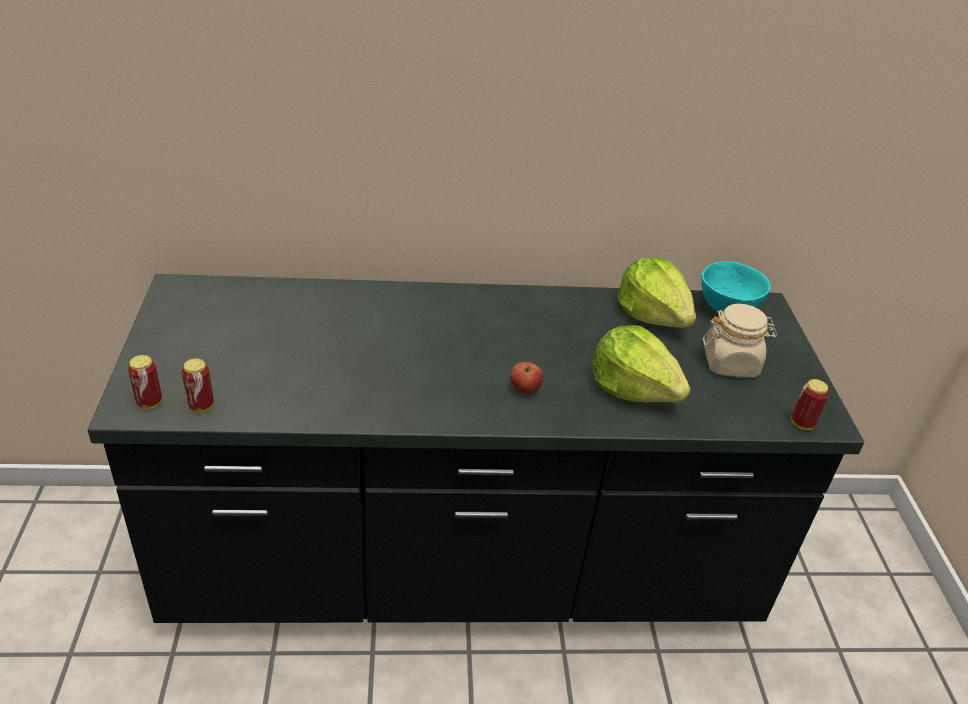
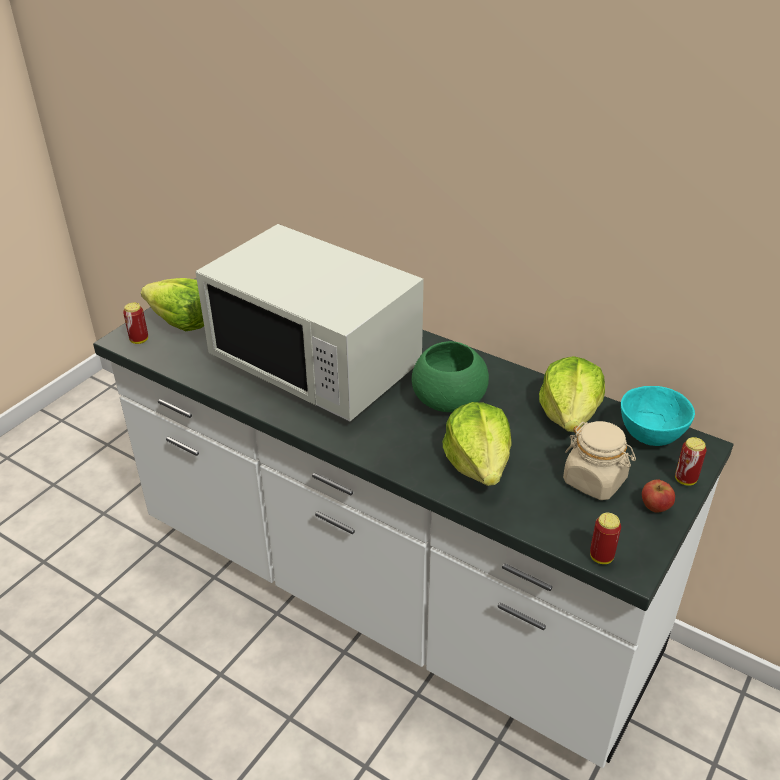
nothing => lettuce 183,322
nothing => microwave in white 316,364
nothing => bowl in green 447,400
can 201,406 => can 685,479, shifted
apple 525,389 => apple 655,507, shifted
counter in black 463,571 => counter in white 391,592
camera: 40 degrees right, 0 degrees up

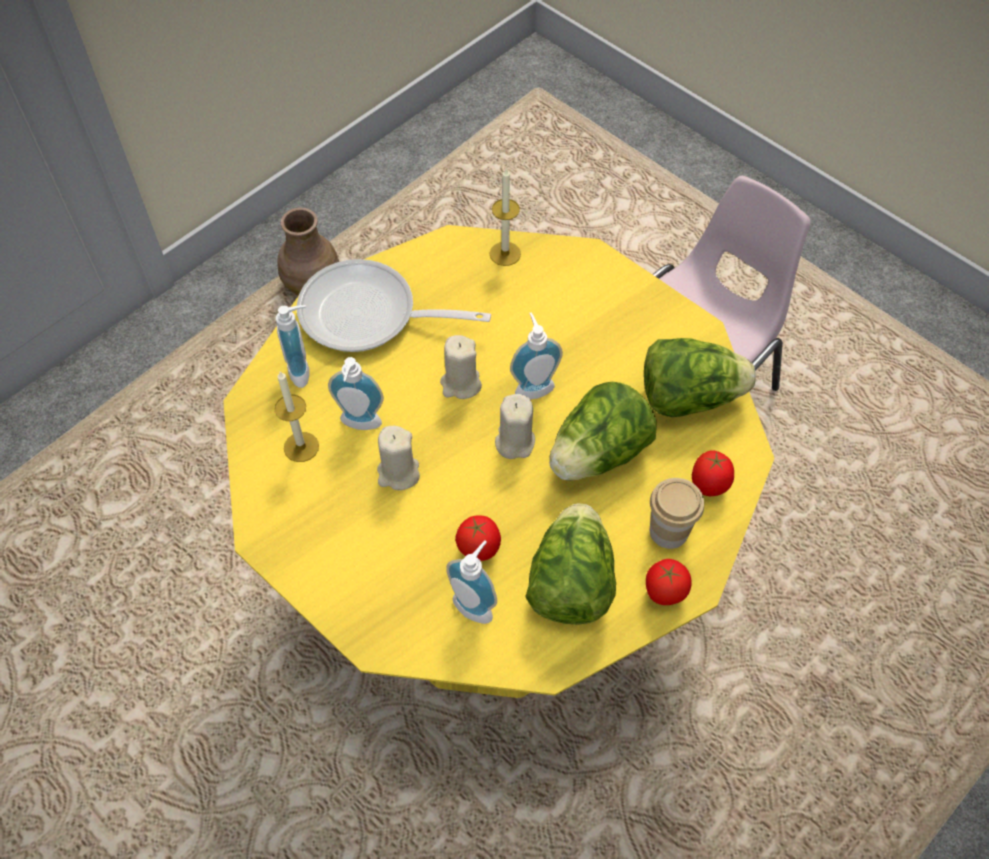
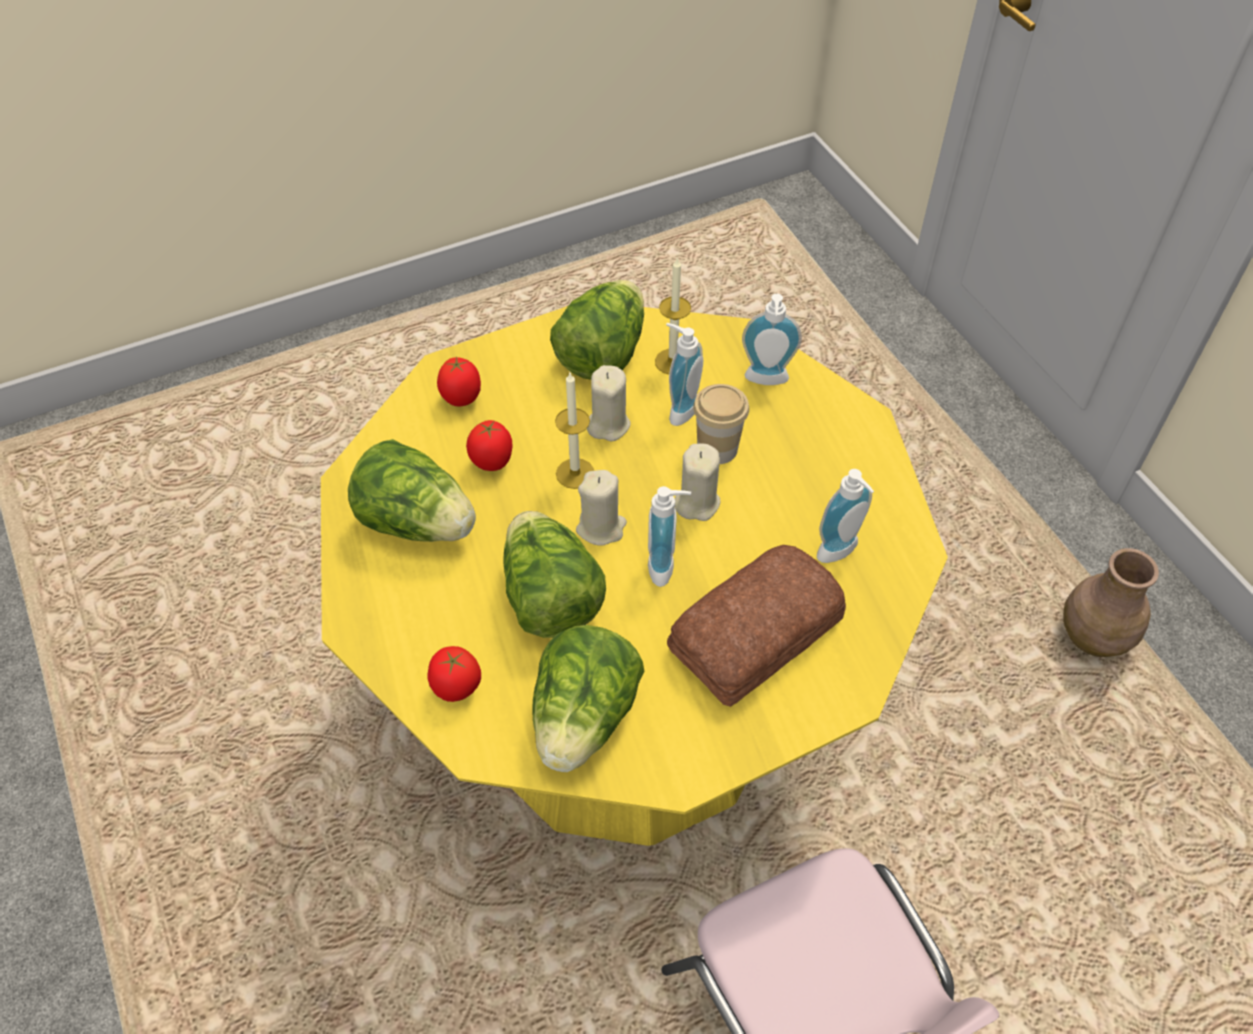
frying pan 368,316 => nothing
nothing => lettuce 602,354
nothing => bread 760,635
soap dispenser 476,604 => soap dispenser 841,553, shifted
candle 505,253 => candle 575,473, shifted
tomato 664,593 => tomato 462,399, shifted
cup 668,531 => cup 717,448, shifted
camera: 110 degrees right, 5 degrees down

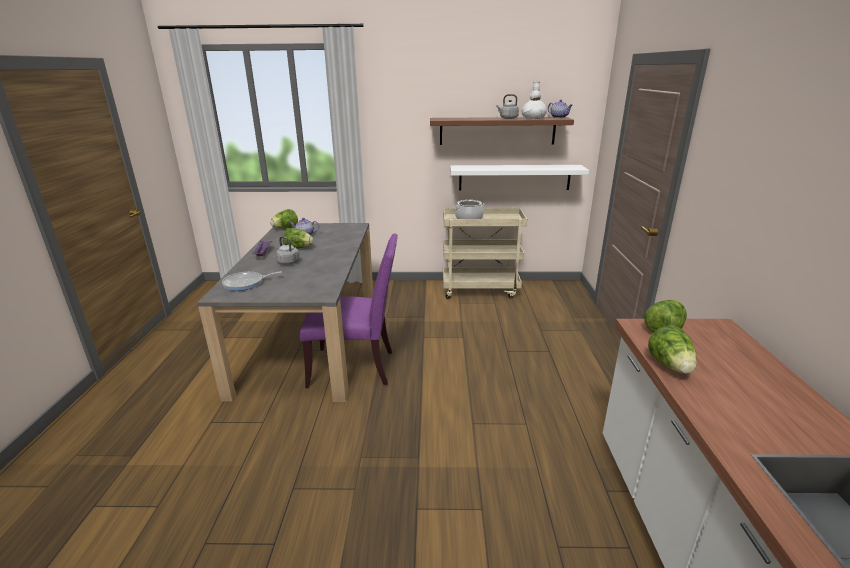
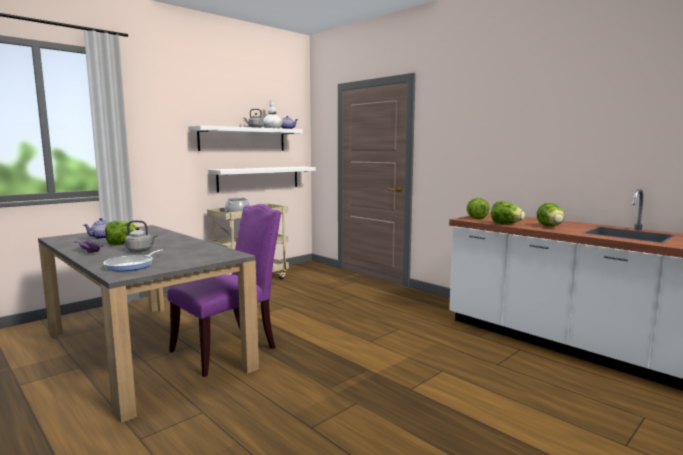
lettuce 285,228 => lettuce 551,226, shifted
shelf in brown 497,131 => shelf in white 243,139
camera: 45 degrees left, 15 degrees down

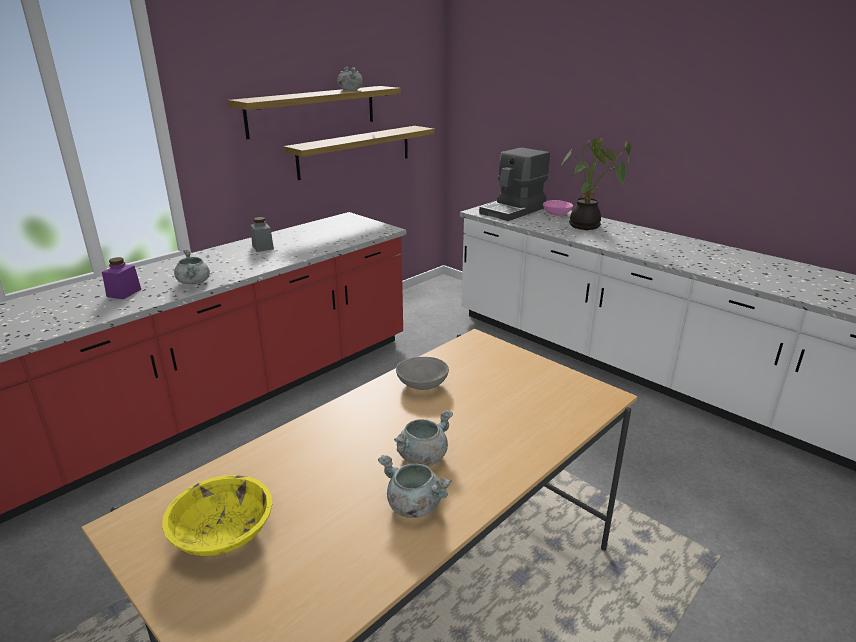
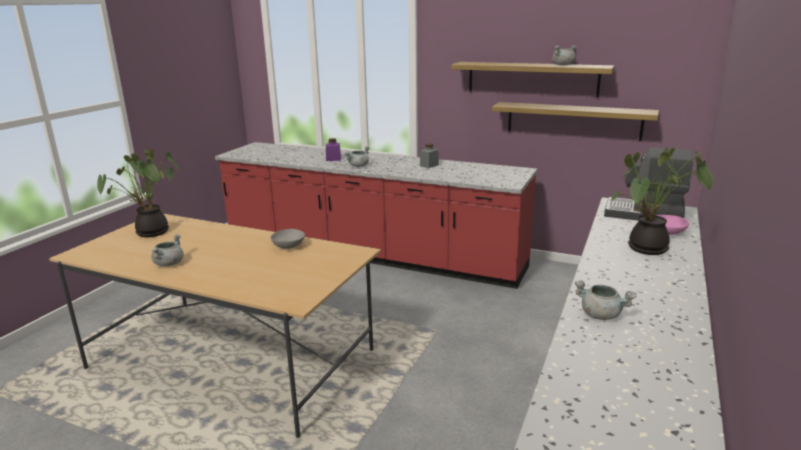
cooking pot in grey 422,456 => cooking pot in grey 601,315, shifted
bowl in yellow 223,534 => potted plant 150,233
camera: 70 degrees right, 5 degrees down

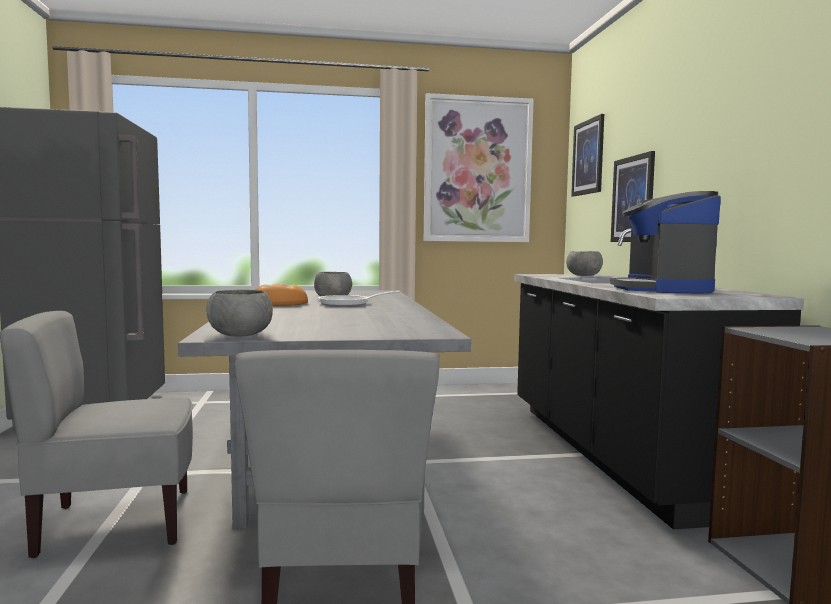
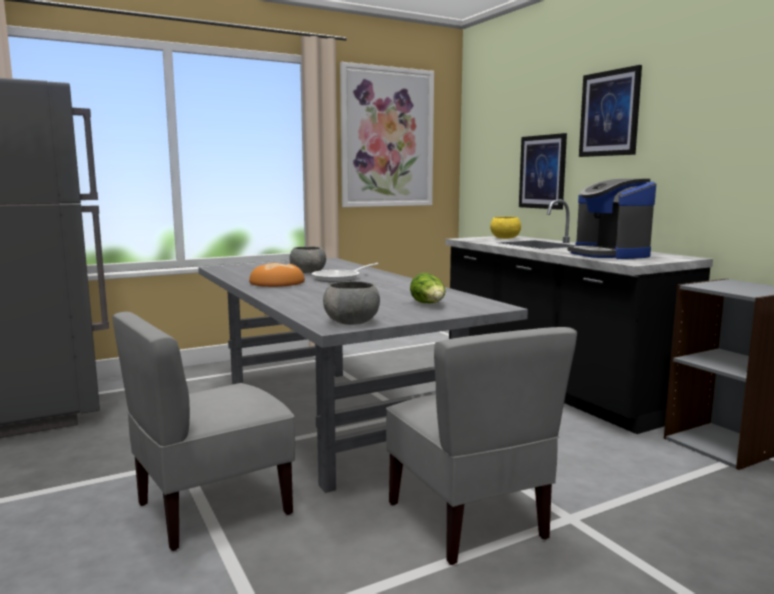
nothing => lettuce 429,304
picture 588,157 => picture 609,113, shifted
bowl in grey 584,275 => bowl in yellow 505,238
camera: 20 degrees left, 5 degrees up

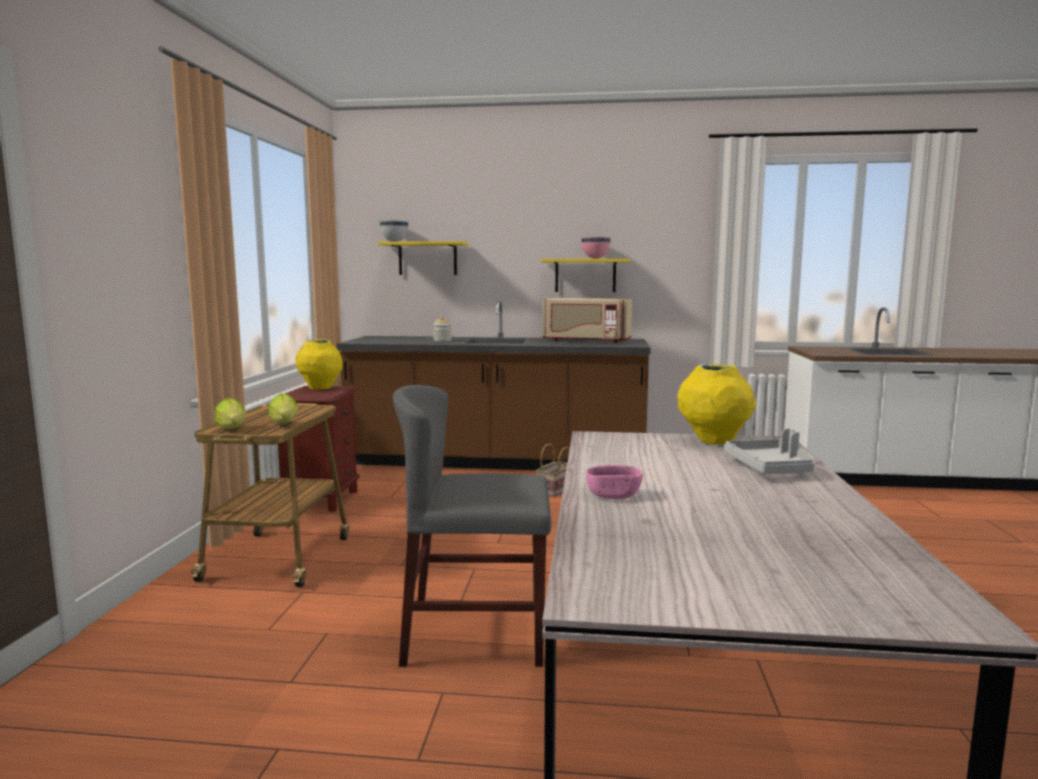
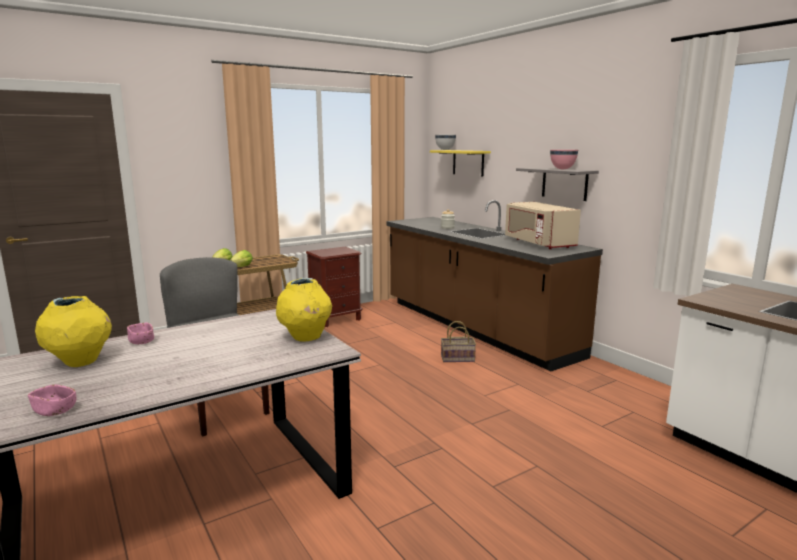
tray in grey 771,468 => nothing
nothing => bowl in pink 55,410
vase in yellow 320,388 => vase in yellow 80,362, shifted
shelf in yellow 585,275 => shelf in grey 564,183
camera: 50 degrees right, 5 degrees up

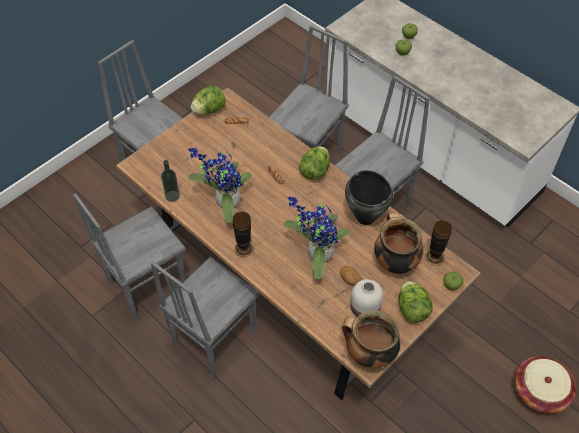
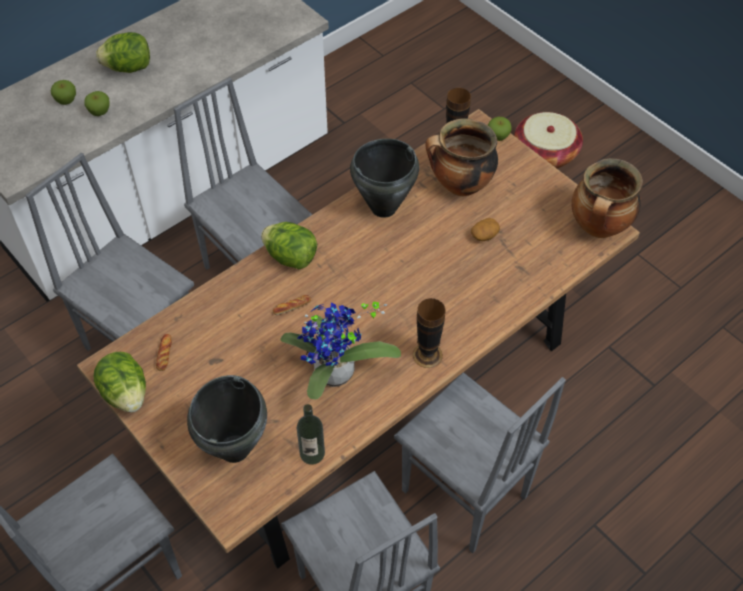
potted plant 316,254 => nothing
vase in white 365,309 => nothing
nothing => cooking pot in black 235,448
lettuce 412,309 => lettuce 128,68, shifted
camera: 85 degrees left, 0 degrees up

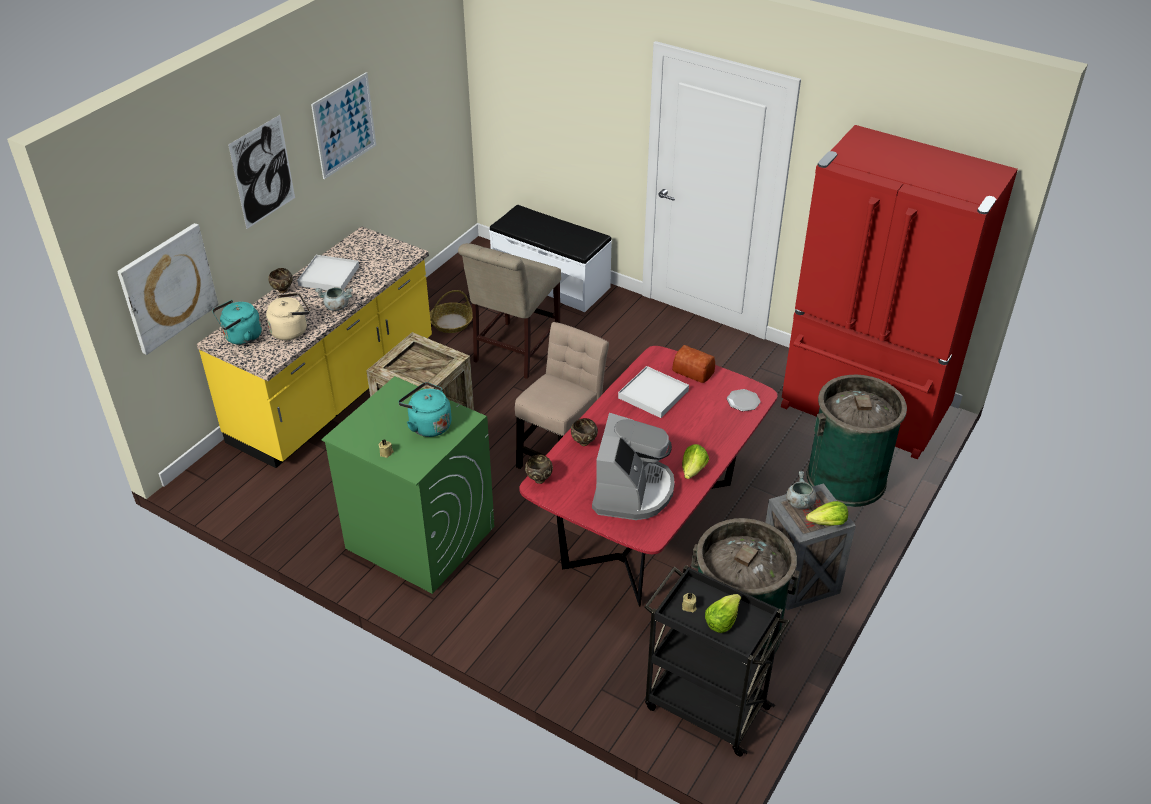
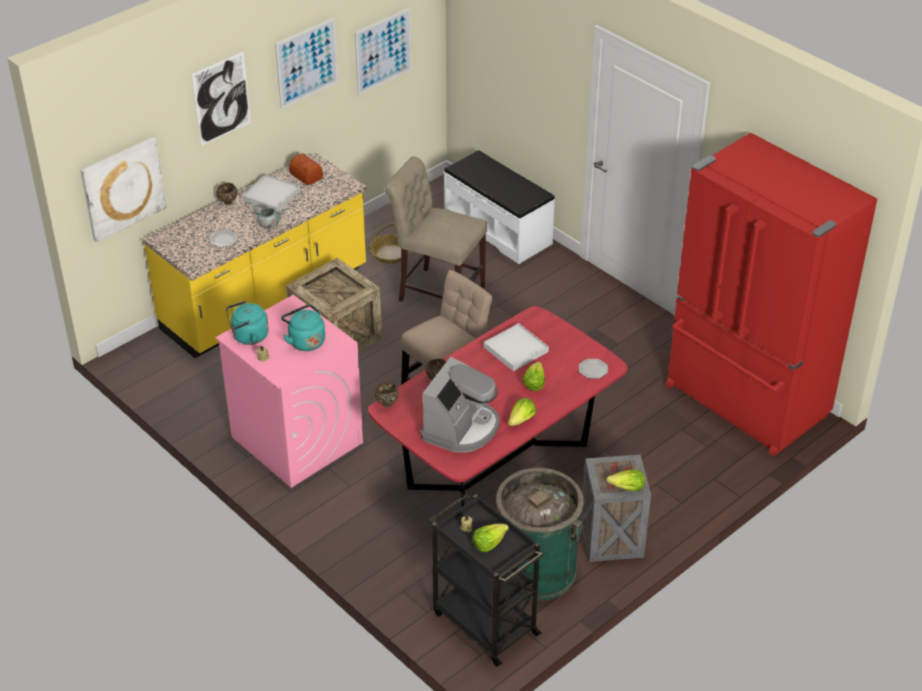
cooking pot in grey 799,502 => nothing
trash can in green 846,478 => nothing
nothing => picture 383,51
nothing => lettuce 534,383
kettle in turquoise 241,337 => kettle in turquoise 248,337, shifted
bread 693,370 => bread 306,175, shifted
kettle in beige 291,330 => plate 224,240
washing machine in green 419,537 => washing machine in pink 296,439
chair in beige 513,353 => chair in beige 437,291, 75 degrees clockwise
camera: 15 degrees right, 0 degrees up

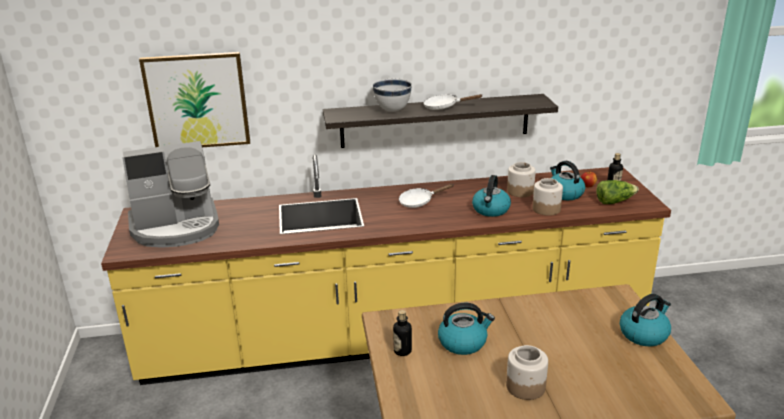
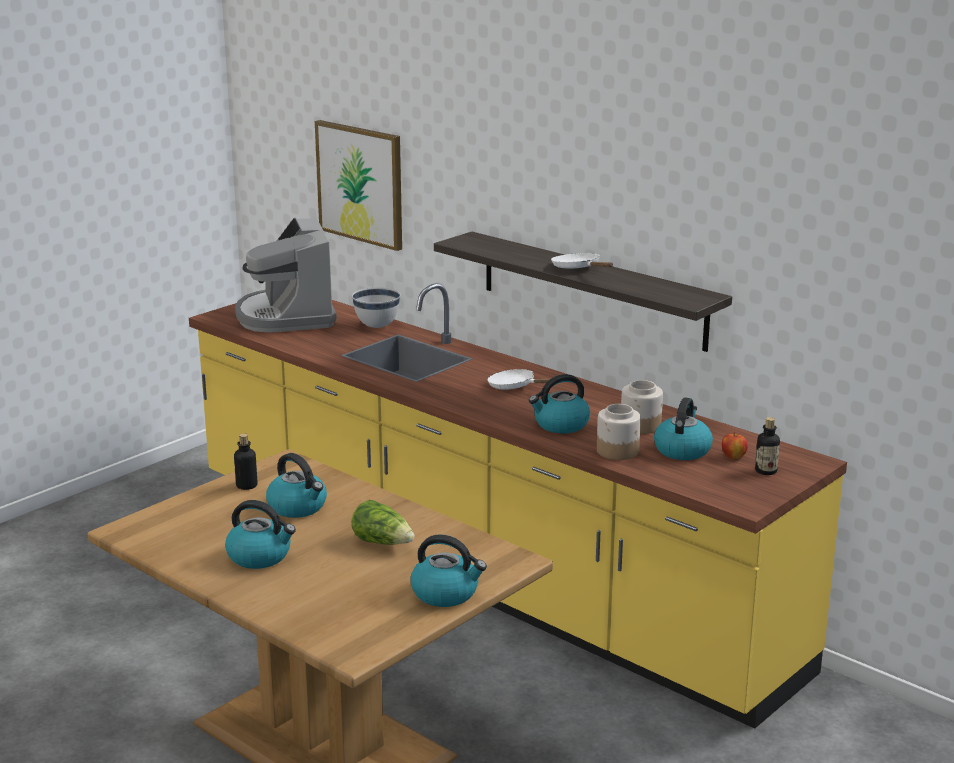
bowl in white 392,110 => bowl in white 377,326, shifted
lettuce 614,201 => lettuce 383,543, shifted
jar 525,386 => kettle 260,556
coffee machine 176,227 => coffee machine 287,316, 45 degrees clockwise
camera: 50 degrees right, 5 degrees down

